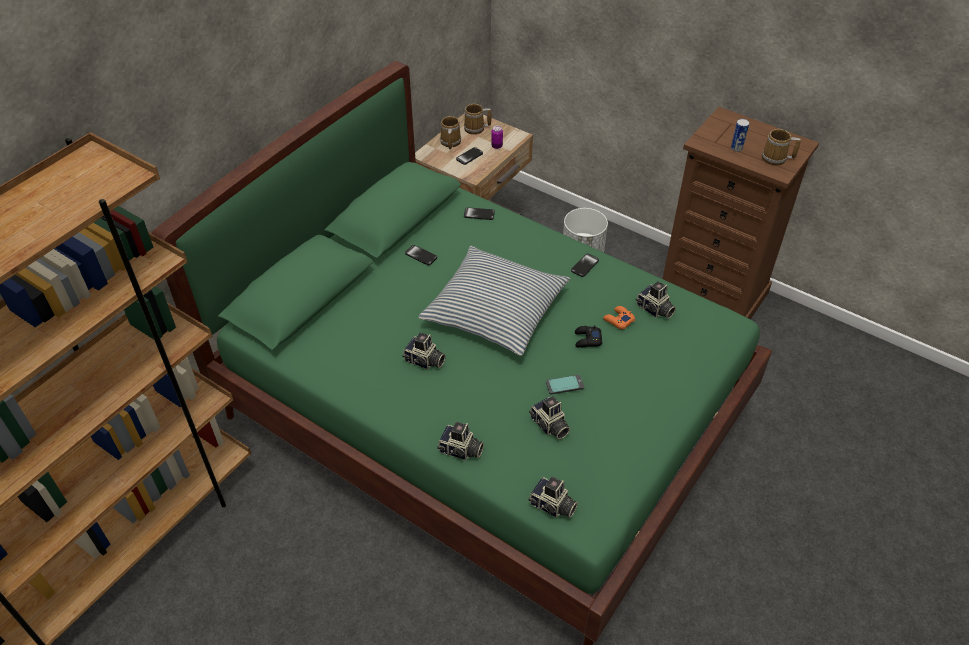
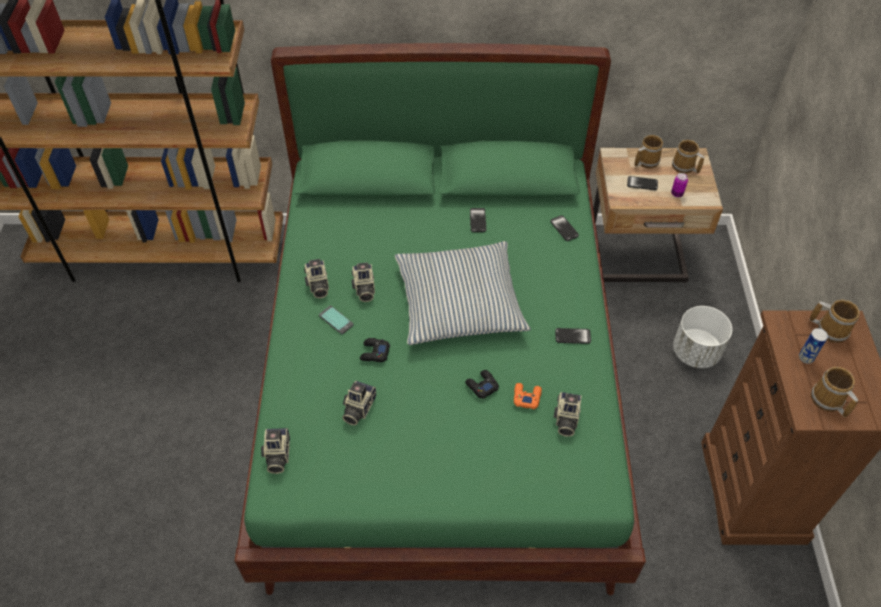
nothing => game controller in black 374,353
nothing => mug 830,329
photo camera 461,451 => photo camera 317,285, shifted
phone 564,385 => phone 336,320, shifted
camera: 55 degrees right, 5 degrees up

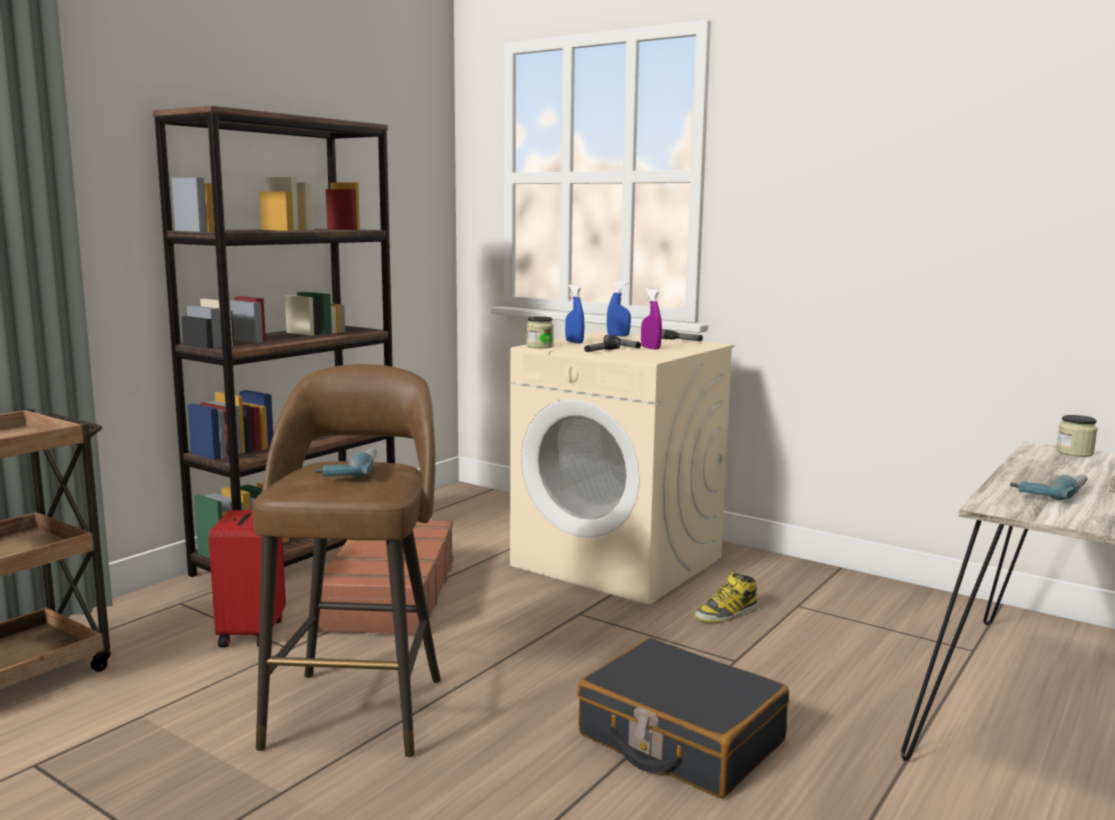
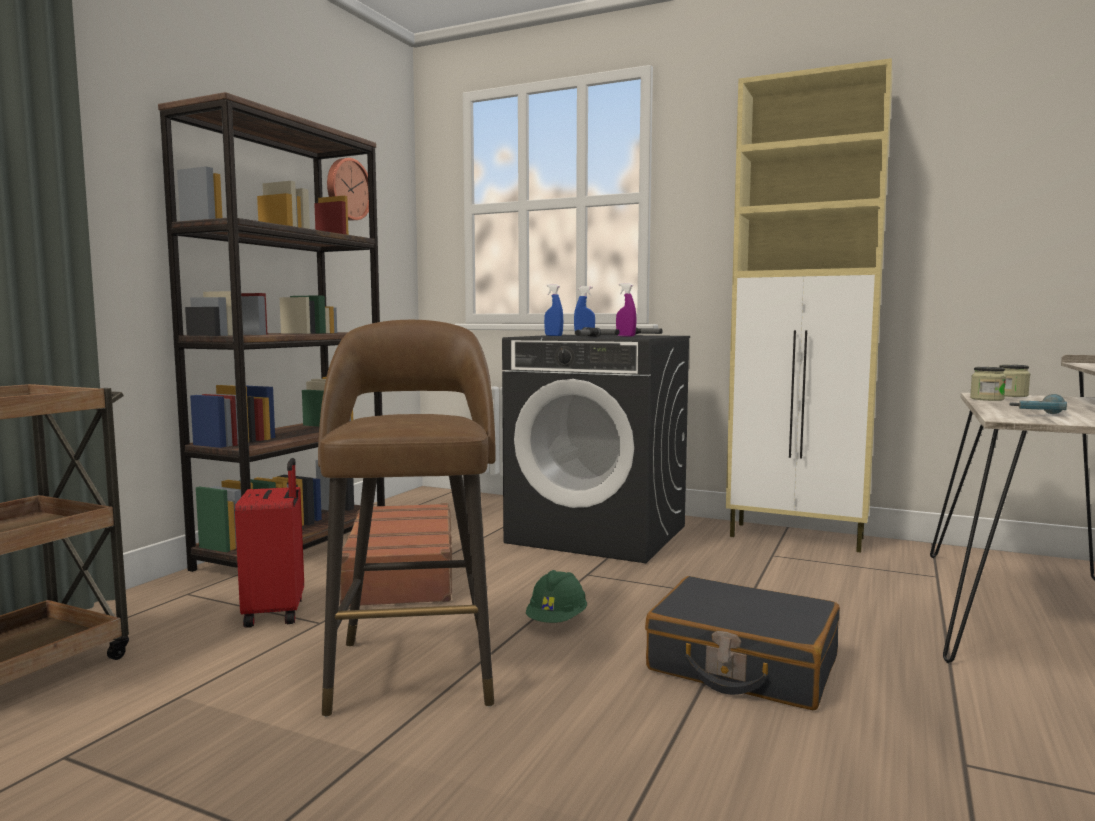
power drill 349,471 => nothing
boot 726,614 => nothing
nothing => wall clock 347,189
nothing => hard hat in green 557,621
nothing => cabinet in beige 798,537
jar 539,346 => jar 987,399, shifted
washing machine in beige 619,562 => washing machine in black 599,534
camera: 10 degrees left, 5 degrees down

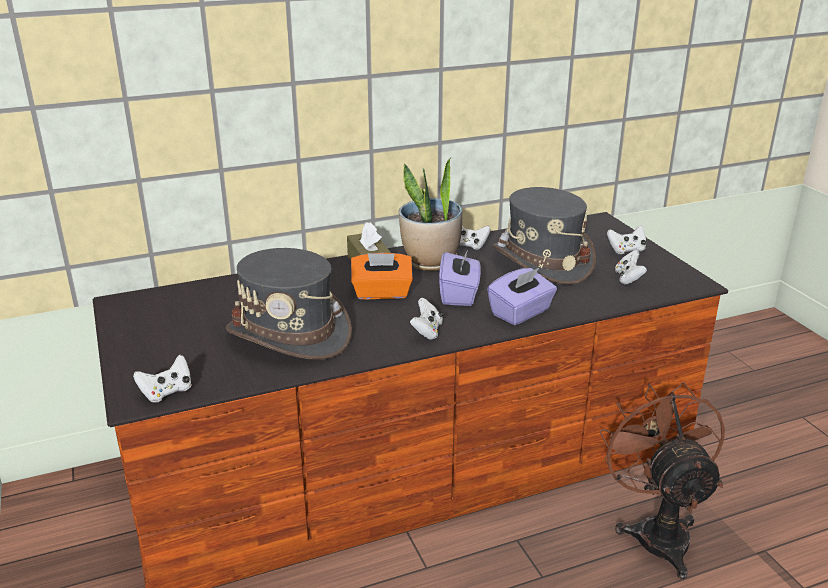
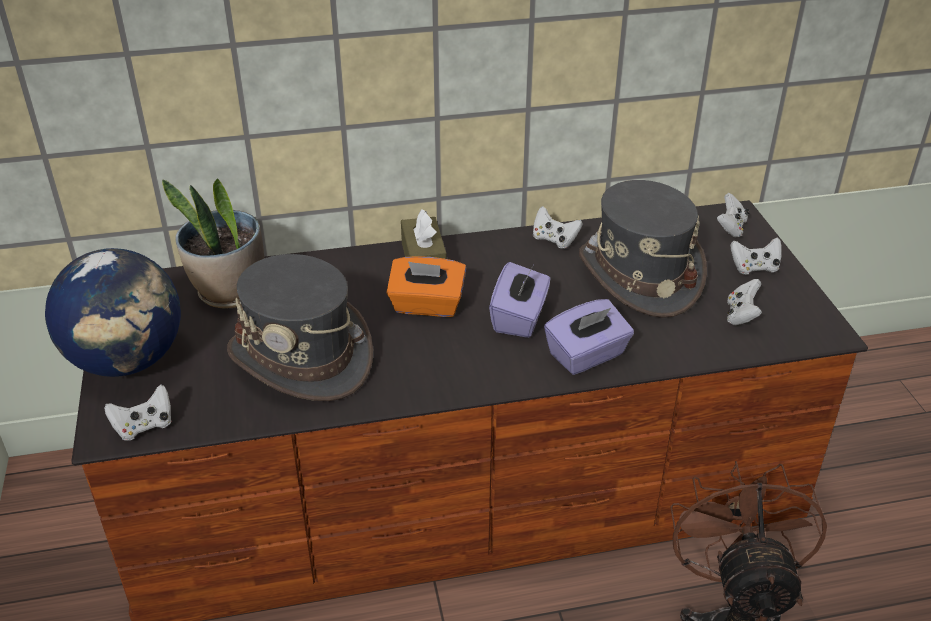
nothing => globe 128,361
potted plant 430,262 => potted plant 229,292, shifted
game controller in white 427,331 => game controller in white 731,228, shifted
camera: 10 degrees right, 10 degrees up

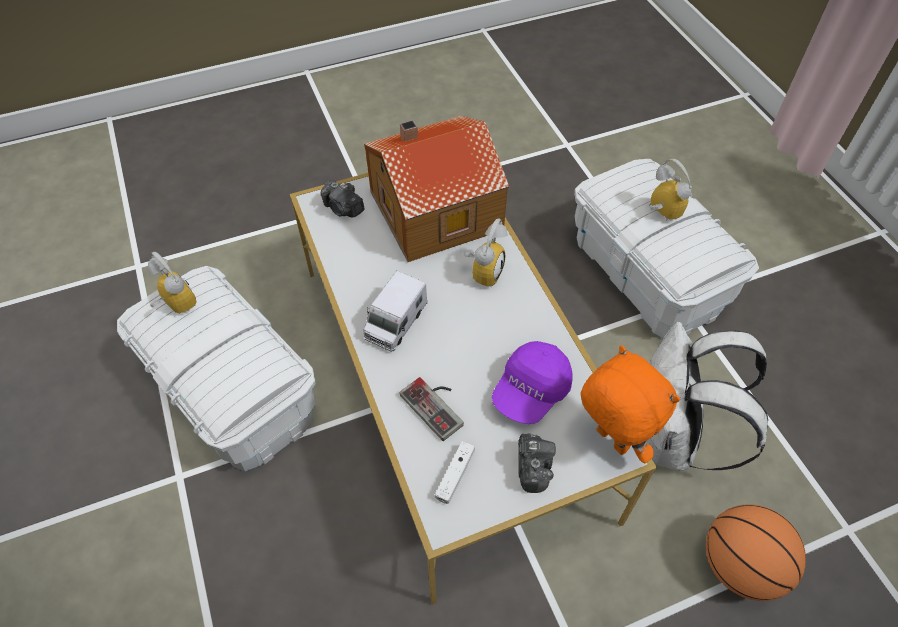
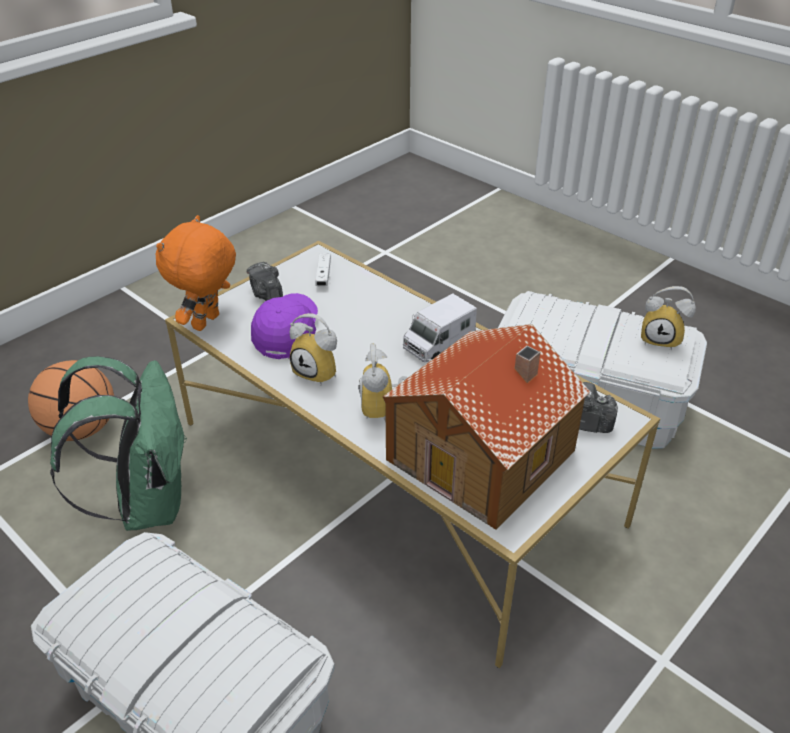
game controller 437,405 => nothing
alarm clock 659,213 => alarm clock 320,372, shifted
backpack in white 671,439 => backpack in green 147,502
toy truck 395,322 => toy truck 438,343, 135 degrees counterclockwise
plush toy in orange 609,440 => plush toy in orange 207,323, 90 degrees clockwise
camera: 155 degrees right, 15 degrees down

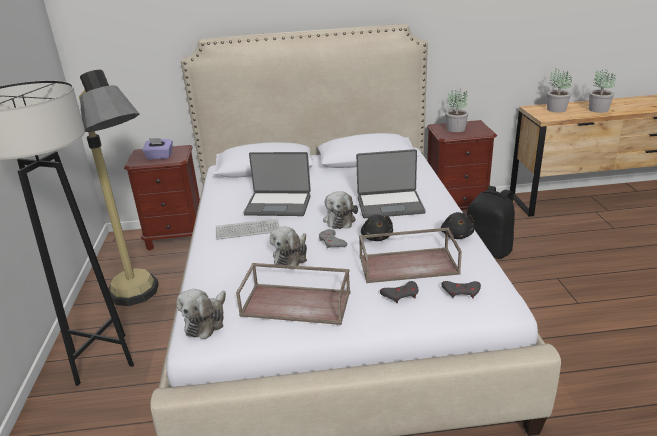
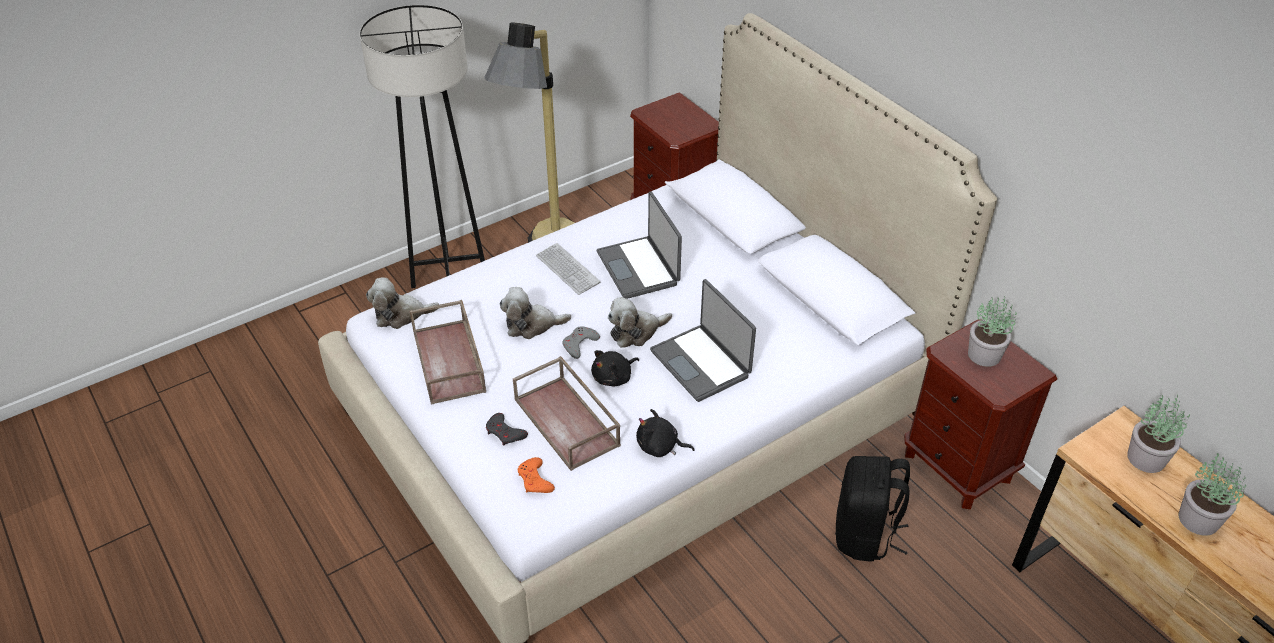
tissue box in purple 159,157 => nothing
game controller in grey 461,292 => game controller in orange 535,480
plush toy in black 457,235 => plush toy in black 660,447, 45 degrees clockwise
camera: 60 degrees right, 15 degrees up

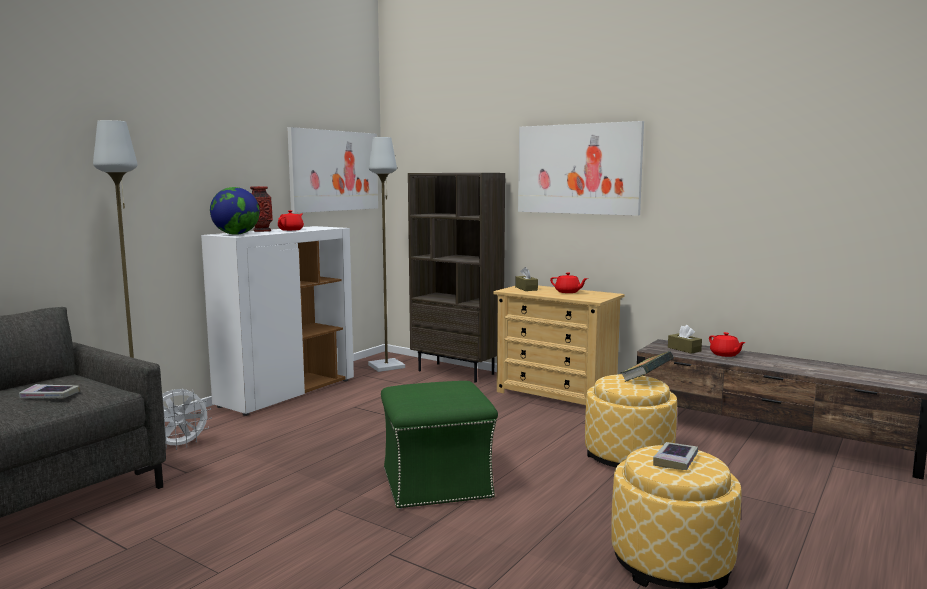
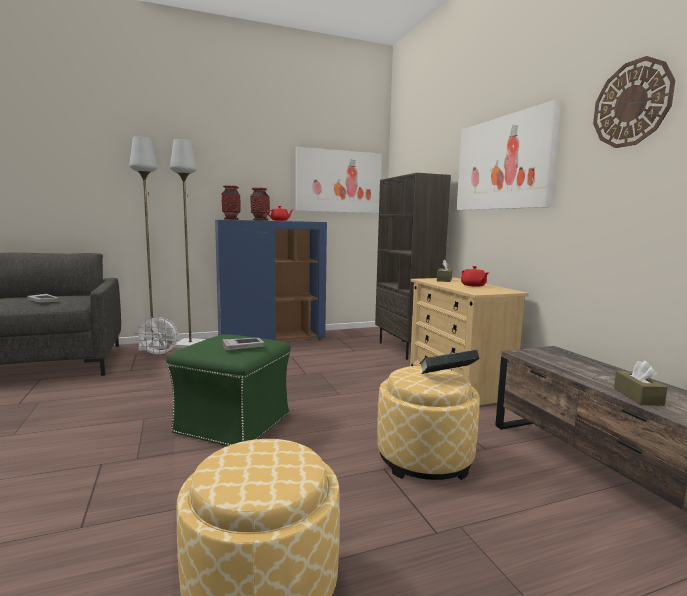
teapot in red 725,354 => nothing
nothing => wall clock 632,104
floor lamp in grey 386,366 => floor lamp in grey 191,344, shifted
book 675,460 => book 243,347, shifted
tissue box in brown 684,349 => tissue box in brown 637,396, shifted
globe 236,234 => vase 231,219
cabinet in white 287,392 => cabinet in blue 272,339
camera: 35 degrees right, 0 degrees up

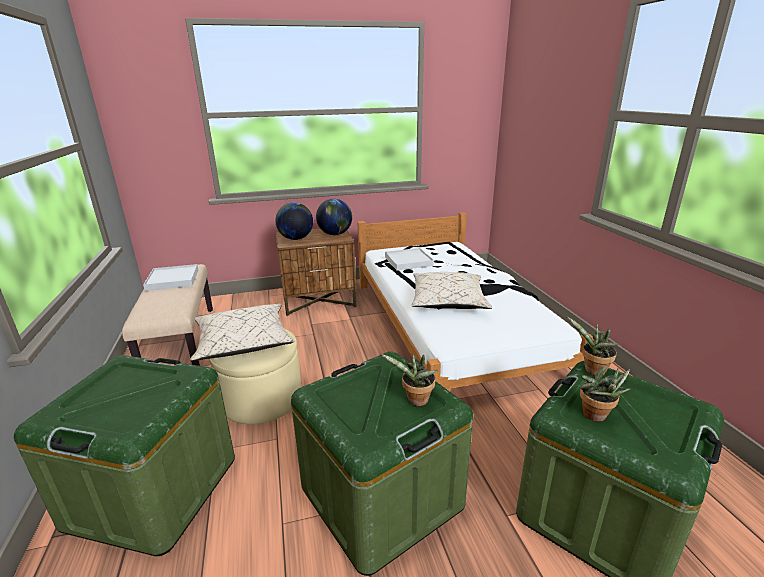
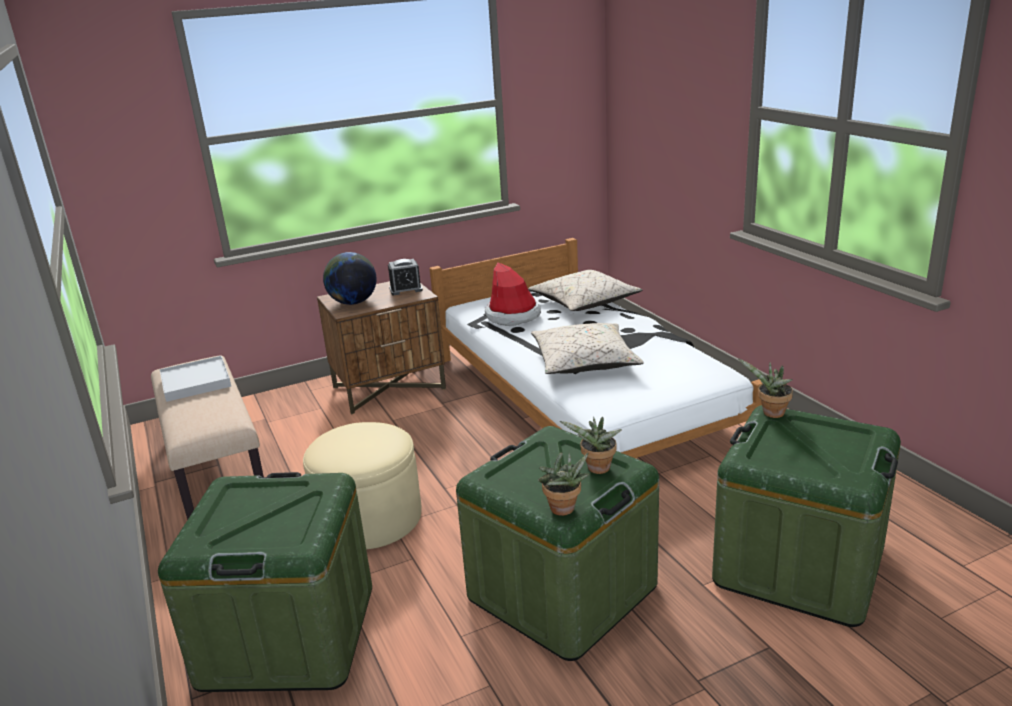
pillow in beige 243,342 => pillow in beige 584,302, shifted
potted plant 596,417 => potted plant 564,511, shifted
globe 335,234 => alarm clock 406,289
tray in white 408,261 => hat 513,316
camera: 10 degrees left, 0 degrees up

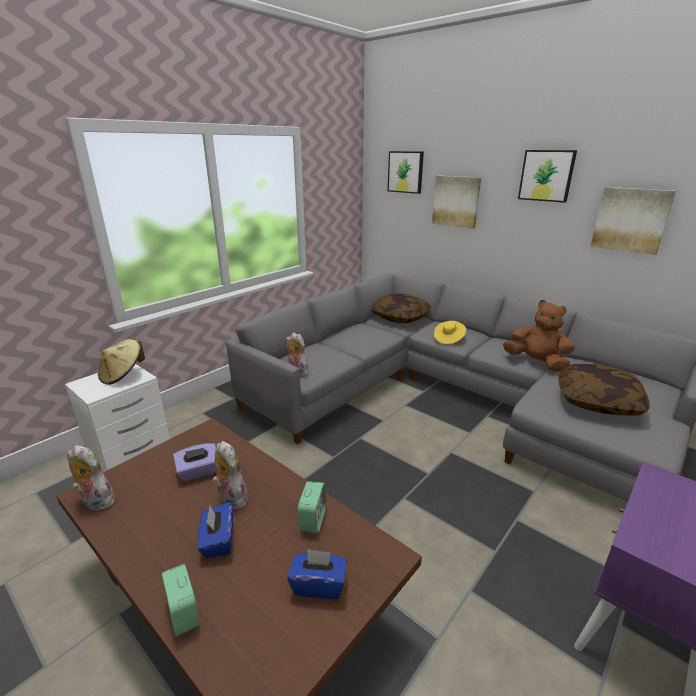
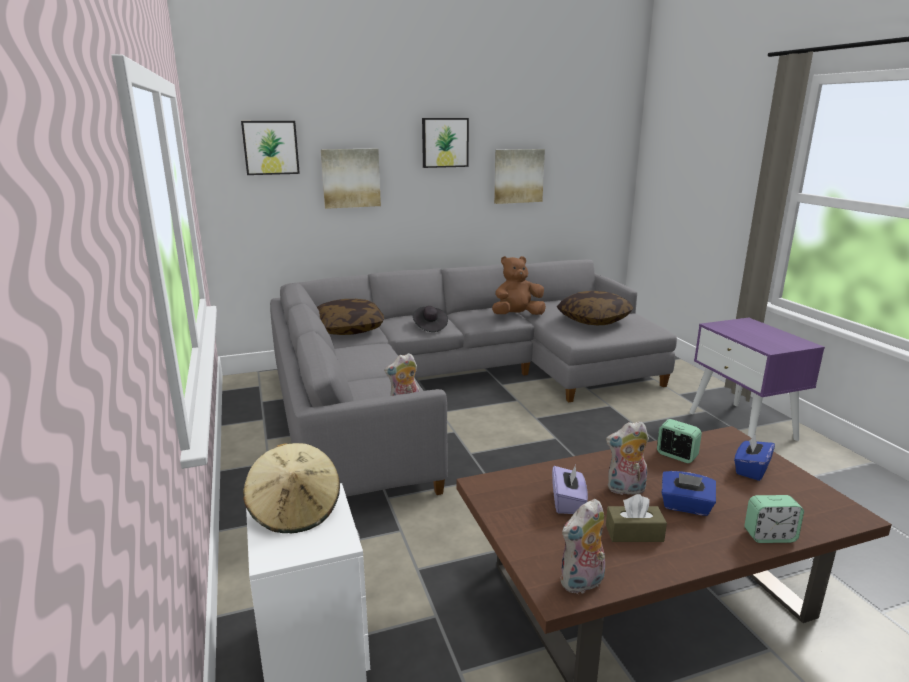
nothing => tissue box in brown 634,533
hat in yellow 448,339 => hat in black 430,327
camera: 60 degrees left, 5 degrees down

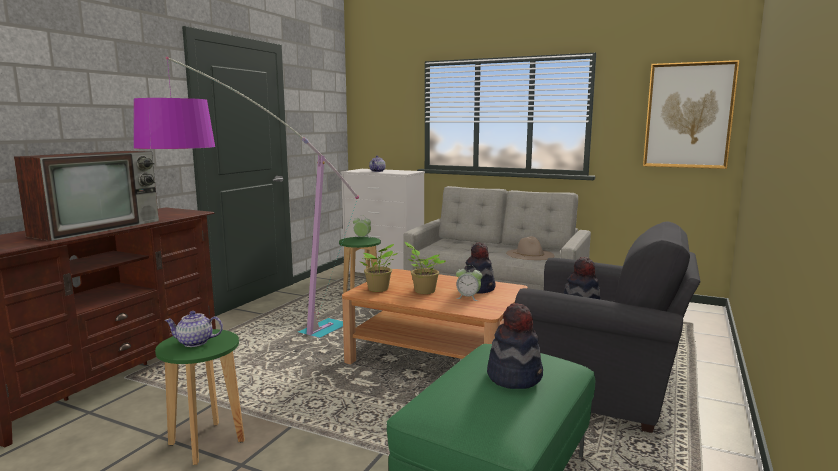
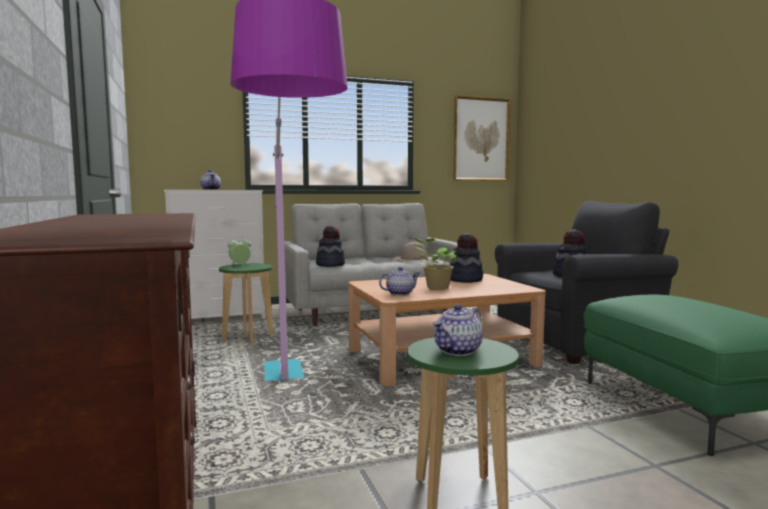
television 99,228 => nothing
alarm clock 468,297 => nothing
hat 515,376 => hat 330,265, shifted
potted plant 379,289 => teapot 400,293
camera: 45 degrees left, 5 degrees down

